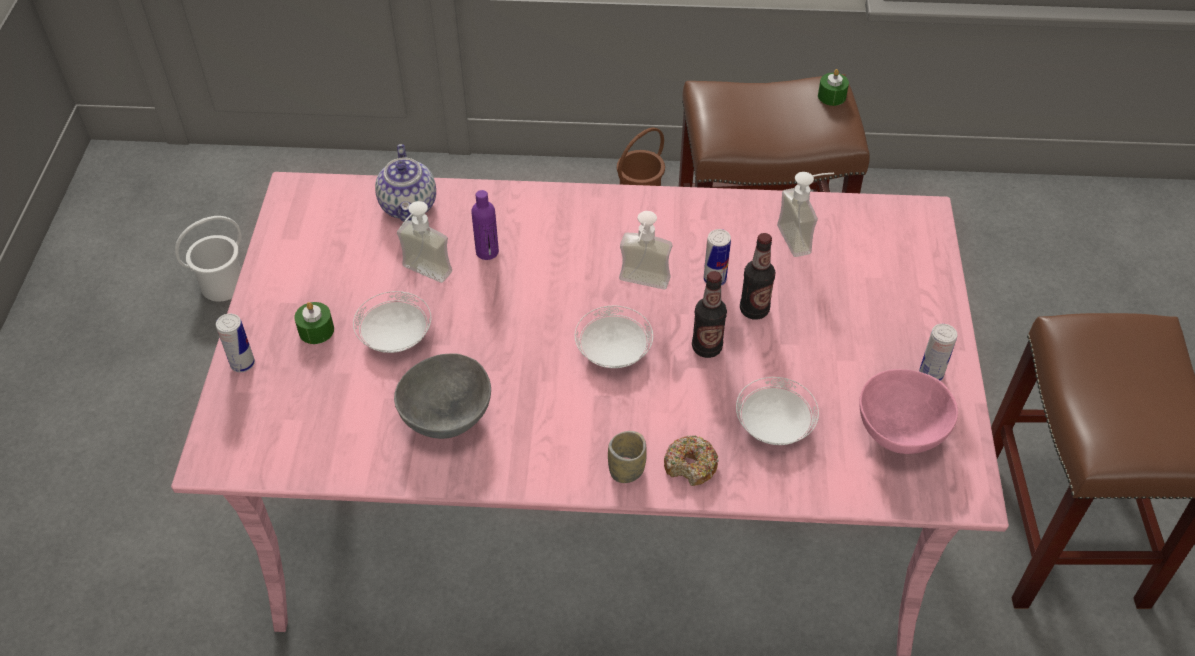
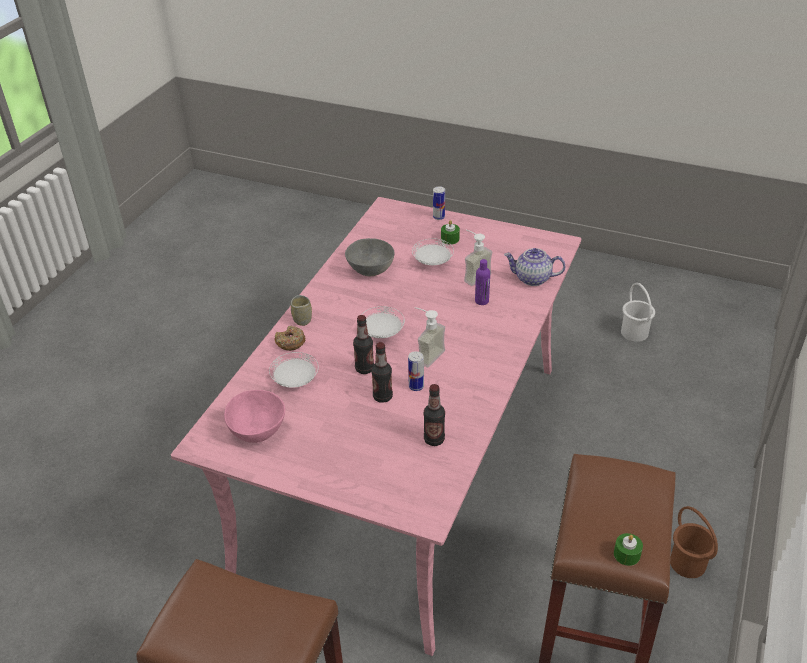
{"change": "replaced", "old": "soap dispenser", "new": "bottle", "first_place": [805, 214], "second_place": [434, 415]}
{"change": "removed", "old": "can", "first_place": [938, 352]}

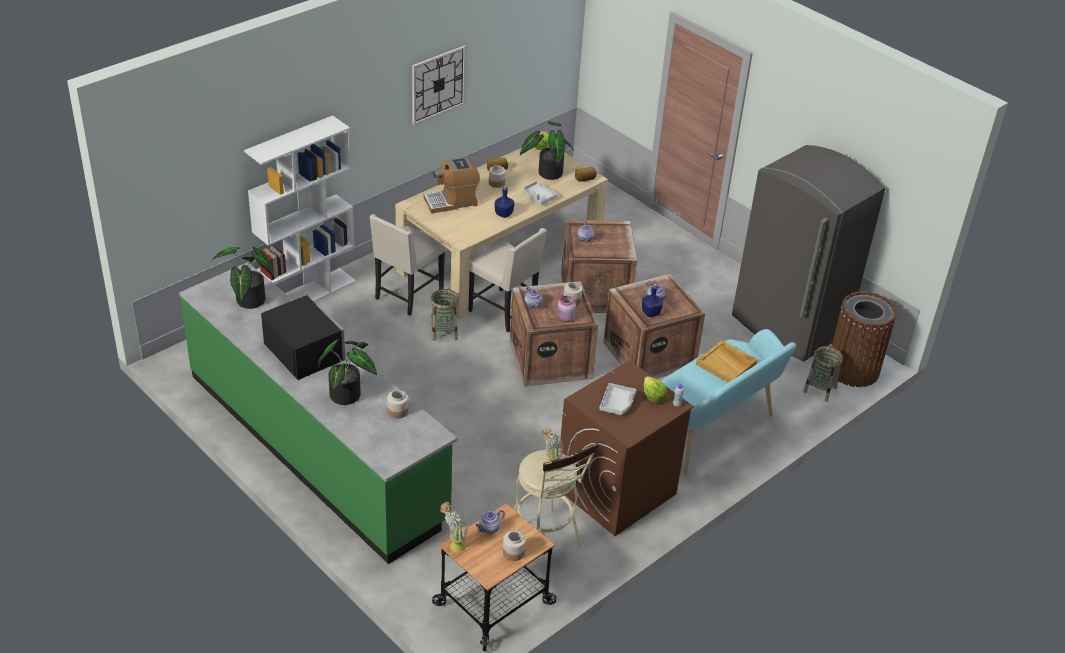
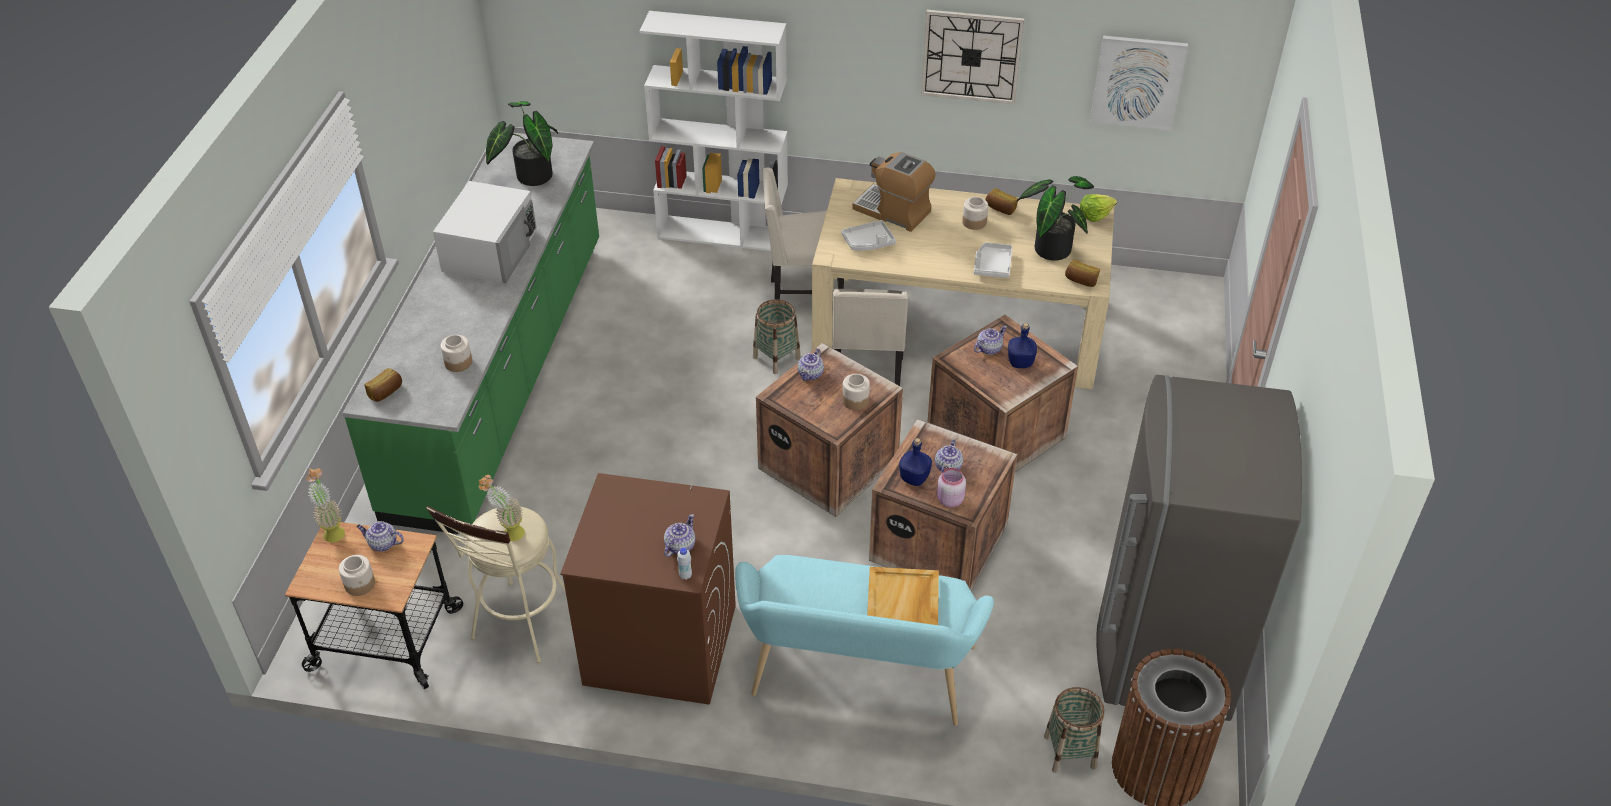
{"change": "recoloured", "old": "microwave/black", "new": "microwave/white", "first_place": [303, 337], "second_place": [484, 232]}
{"change": "removed", "old": "potted plant", "first_place": [347, 372]}
{"change": "moved", "old": "bottle/blue", "first_place": [504, 202], "second_place": [1022, 345]}
{"change": "moved", "old": "jar/pink", "first_place": [566, 309], "second_place": [951, 487]}
{"change": "moved", "old": "tray/grey", "first_place": [617, 399], "second_place": [868, 235]}
{"change": "replaced", "old": "lettuce", "new": "teapot", "first_place": [655, 389], "second_place": [680, 535]}
{"change": "added", "new": "bread", "second_place": [383, 385]}
{"change": "added", "new": "picture", "second_place": [1139, 83]}

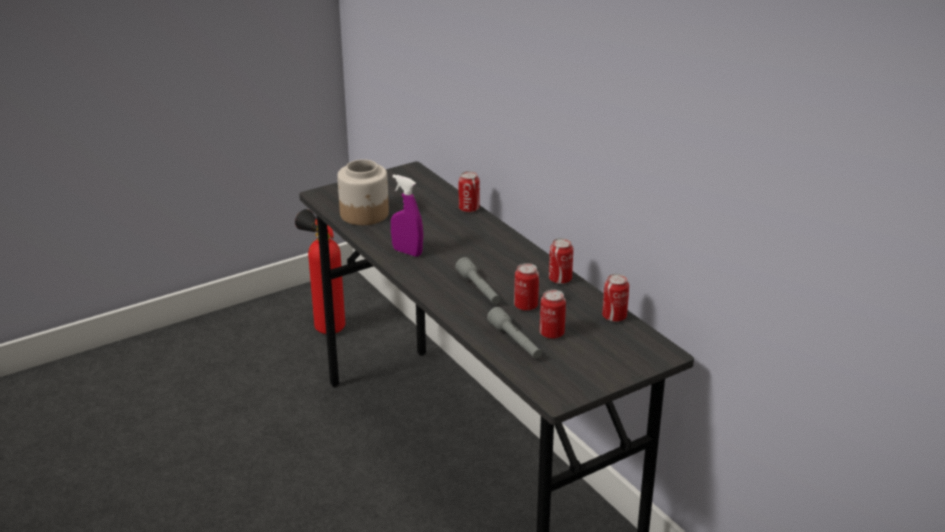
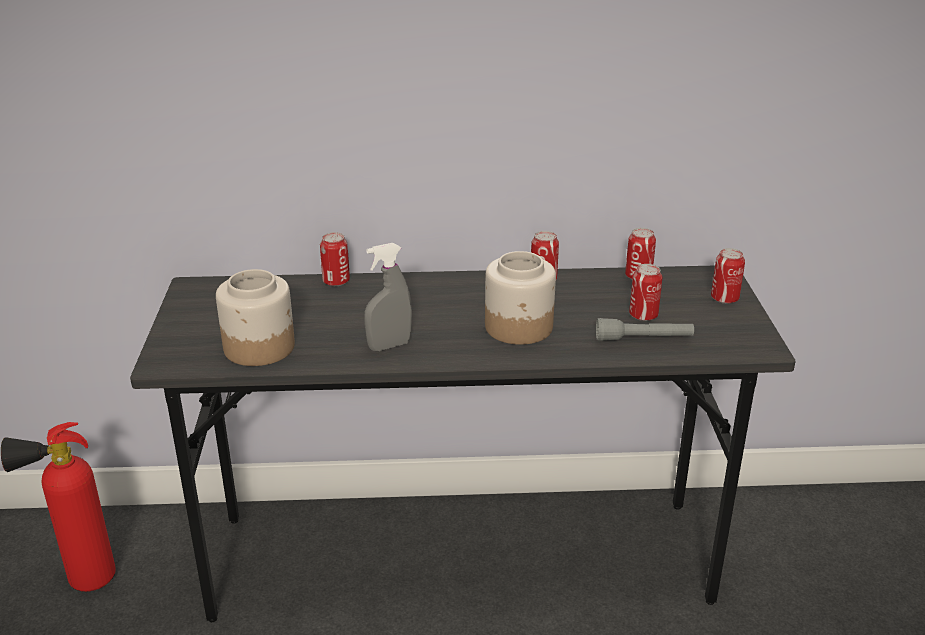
{"change": "recoloured", "old": "spray bottle/purple", "new": "spray bottle/grey", "first_place": [407, 216], "second_place": [388, 297]}
{"change": "replaced", "old": "flashlight/grey", "new": "jar", "first_place": [477, 280], "second_place": [520, 298]}
{"change": "moved", "old": "can", "first_place": [526, 287], "second_place": [728, 276]}

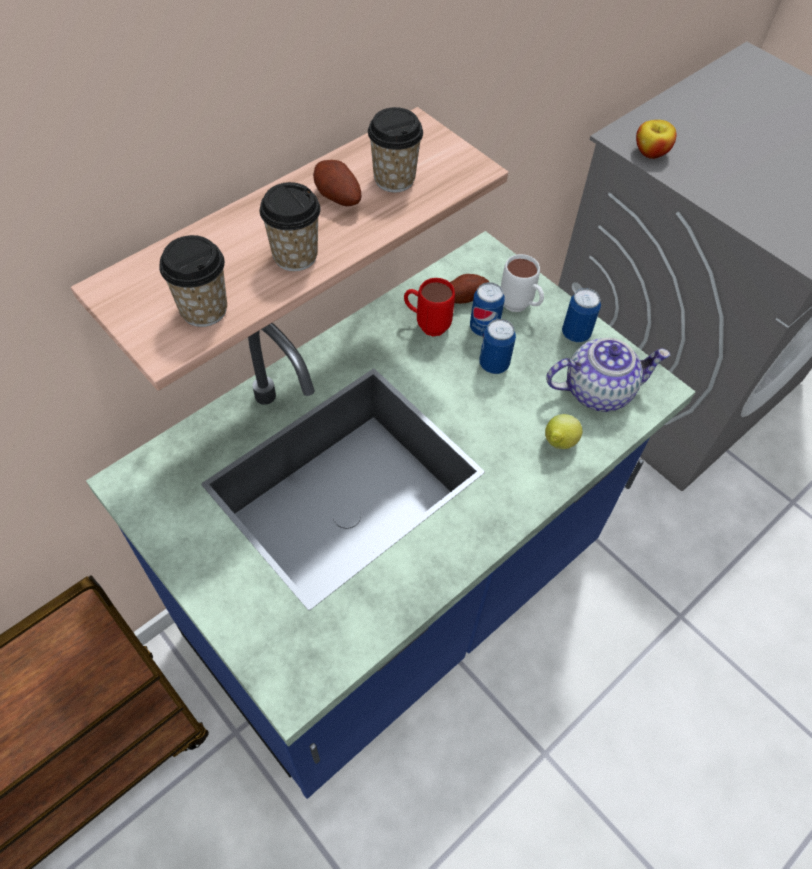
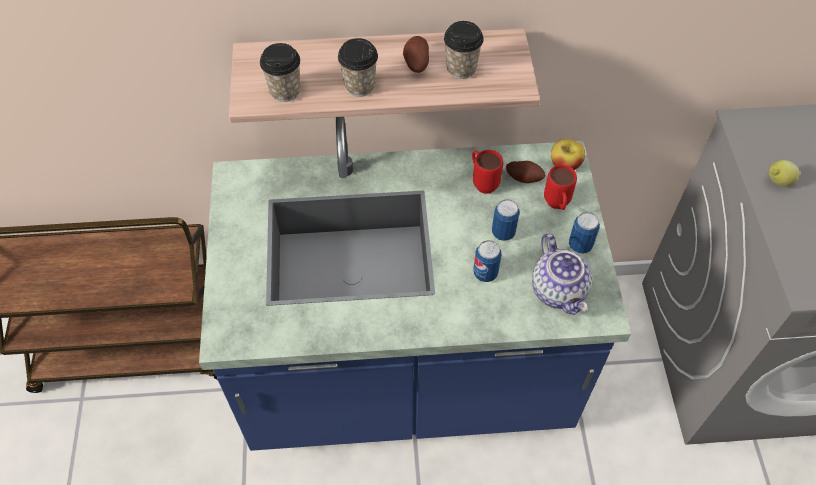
{"change": "moved", "old": "can", "first_place": [487, 309], "second_place": [487, 261]}
{"change": "recoloured", "old": "mug/white", "new": "mug/red", "first_place": [522, 283], "second_place": [560, 187]}
{"change": "moved", "old": "lemon", "first_place": [564, 431], "second_place": [784, 173]}
{"change": "turned", "old": "teapot", "first_place": [608, 375], "second_place": [562, 274], "degrees": 45}
{"change": "moved", "old": "apple", "first_place": [656, 139], "second_place": [568, 154]}

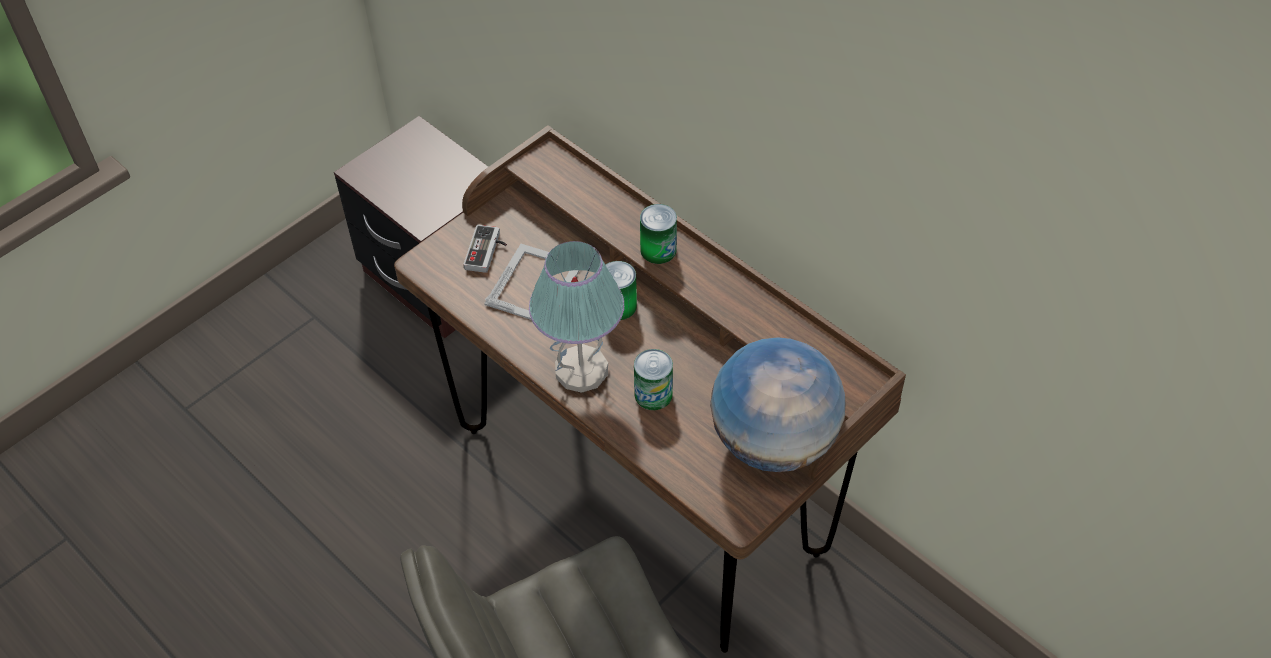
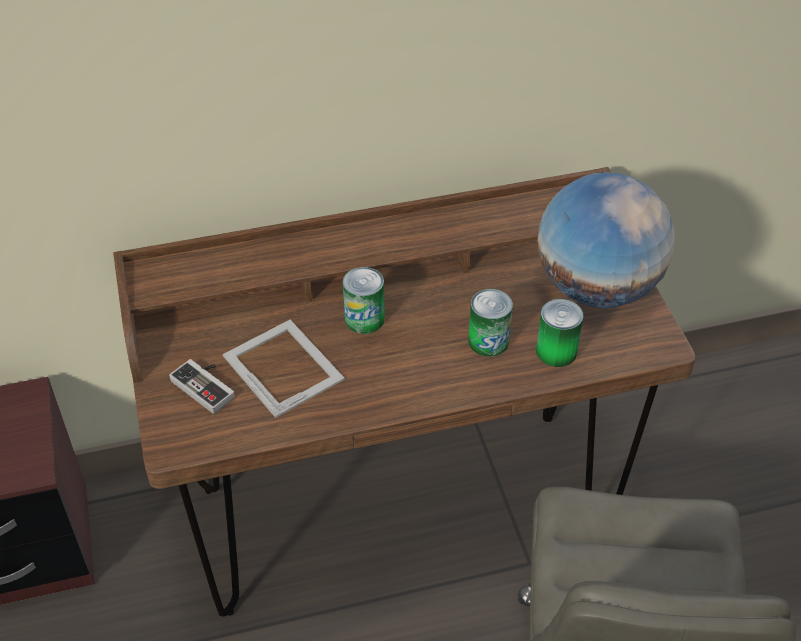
{"change": "removed", "old": "table lamp", "first_place": [576, 317]}
{"change": "moved", "old": "can", "first_place": [658, 234], "second_place": [560, 333]}

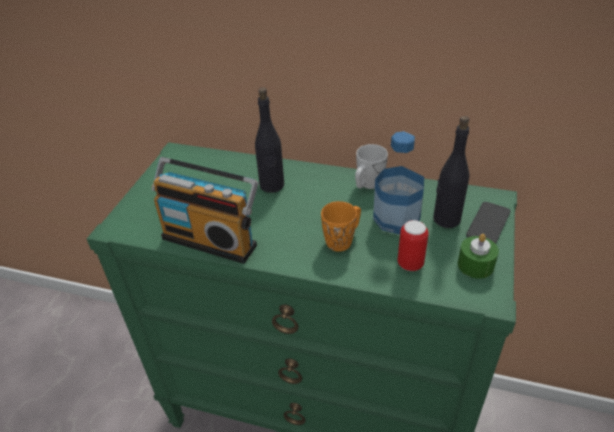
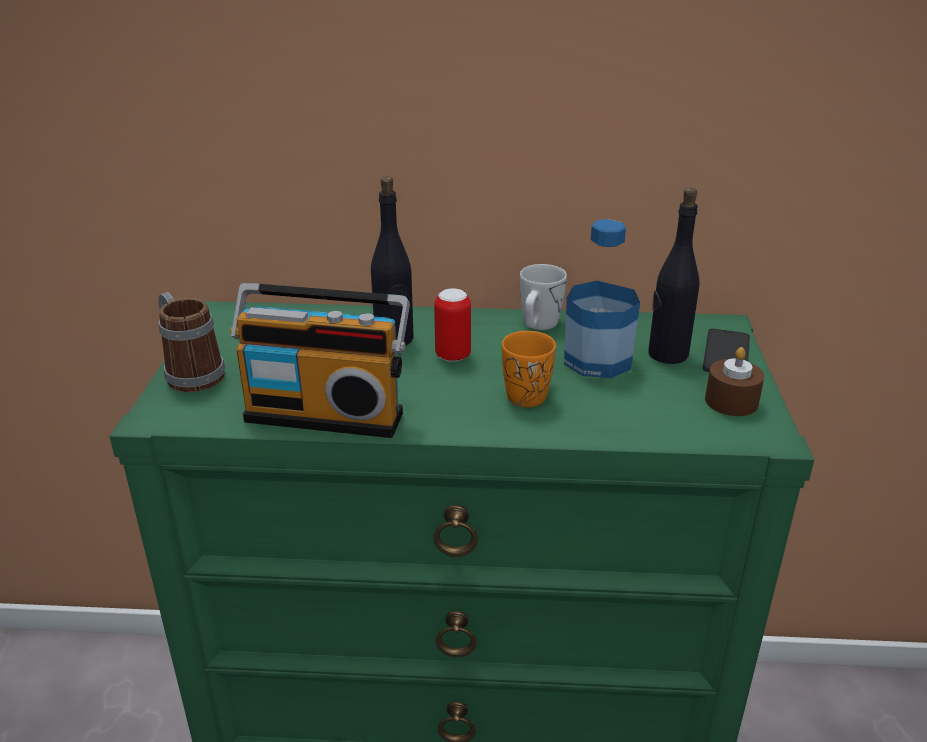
{"change": "moved", "old": "can", "first_place": [413, 245], "second_place": [452, 325]}
{"change": "recoloured", "old": "candle/green", "new": "candle/brown", "first_place": [478, 256], "second_place": [734, 381]}
{"change": "added", "new": "mug", "second_place": [191, 342]}

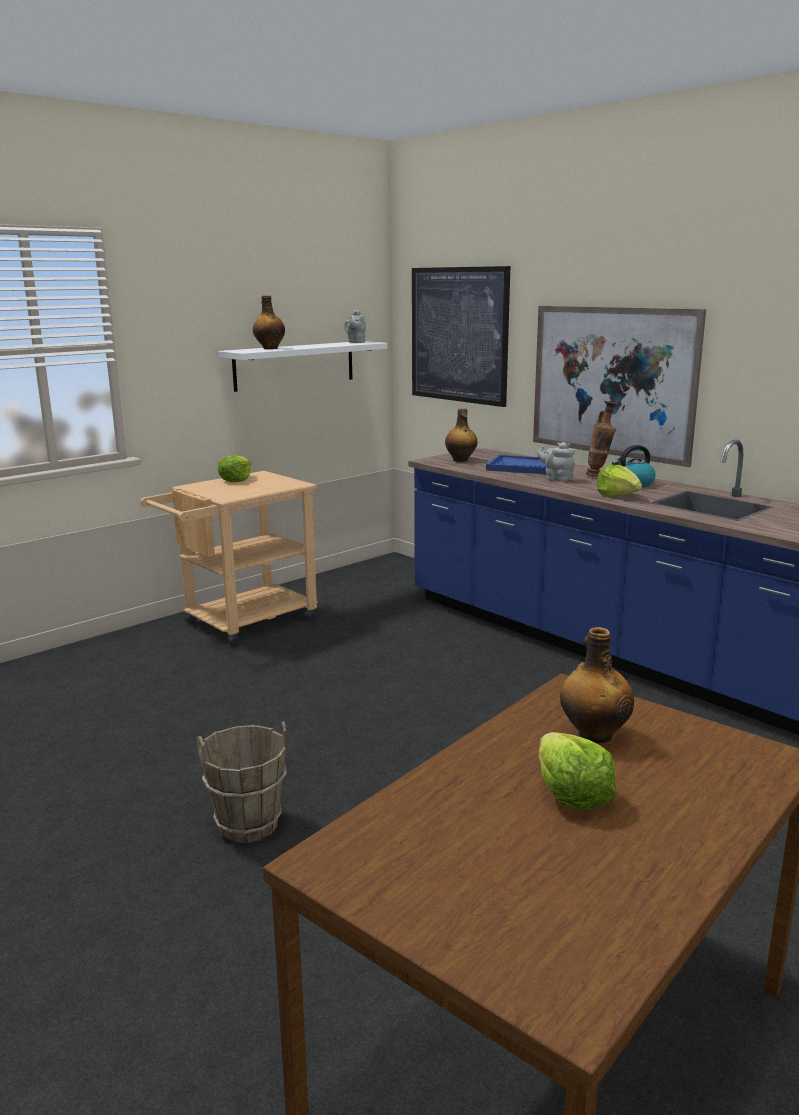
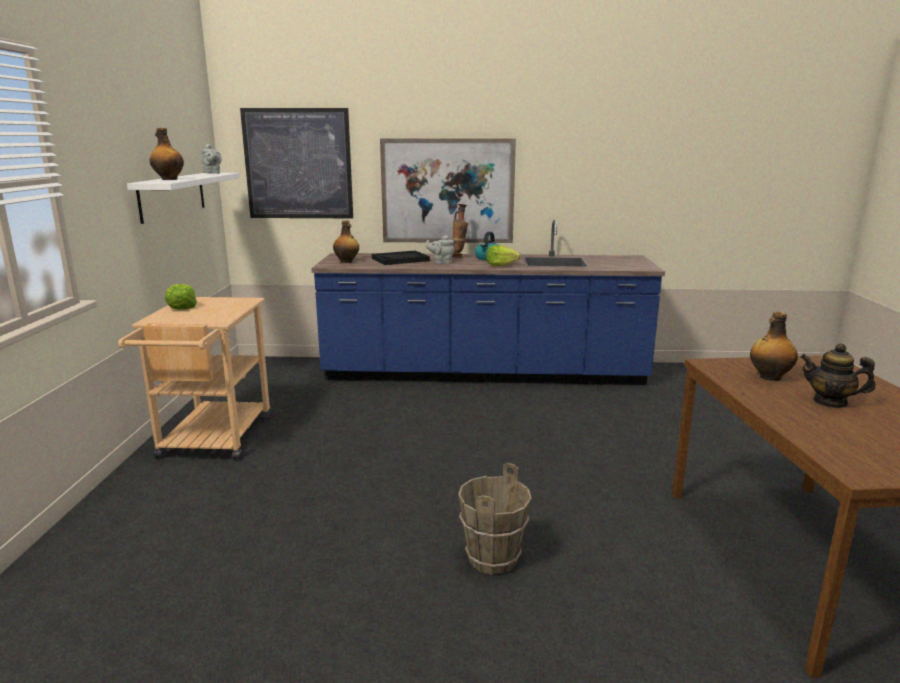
{"change": "recoloured", "old": "tray/blue", "new": "tray/black", "first_place": [516, 464], "second_place": [401, 257]}
{"change": "replaced", "old": "lettuce", "new": "teapot", "first_place": [577, 771], "second_place": [838, 375]}

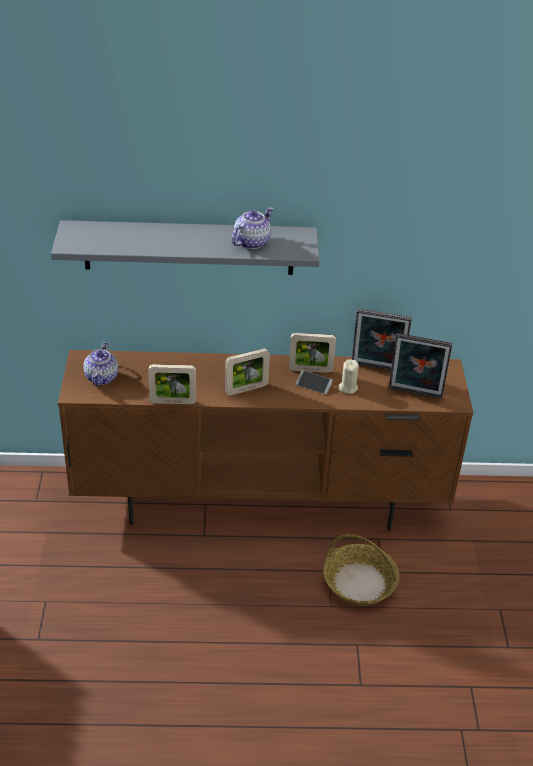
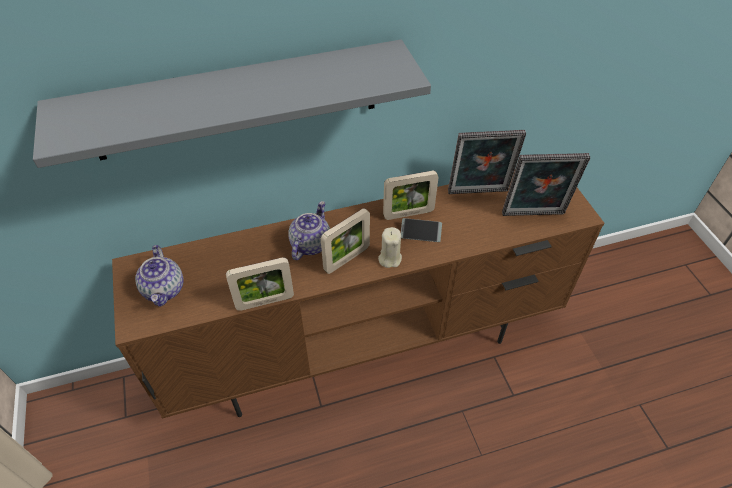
{"change": "moved", "old": "teapot", "first_place": [252, 228], "second_place": [309, 230]}
{"change": "removed", "old": "basket", "first_place": [361, 570]}
{"change": "moved", "old": "candle/beige", "first_place": [349, 377], "second_place": [390, 247]}

